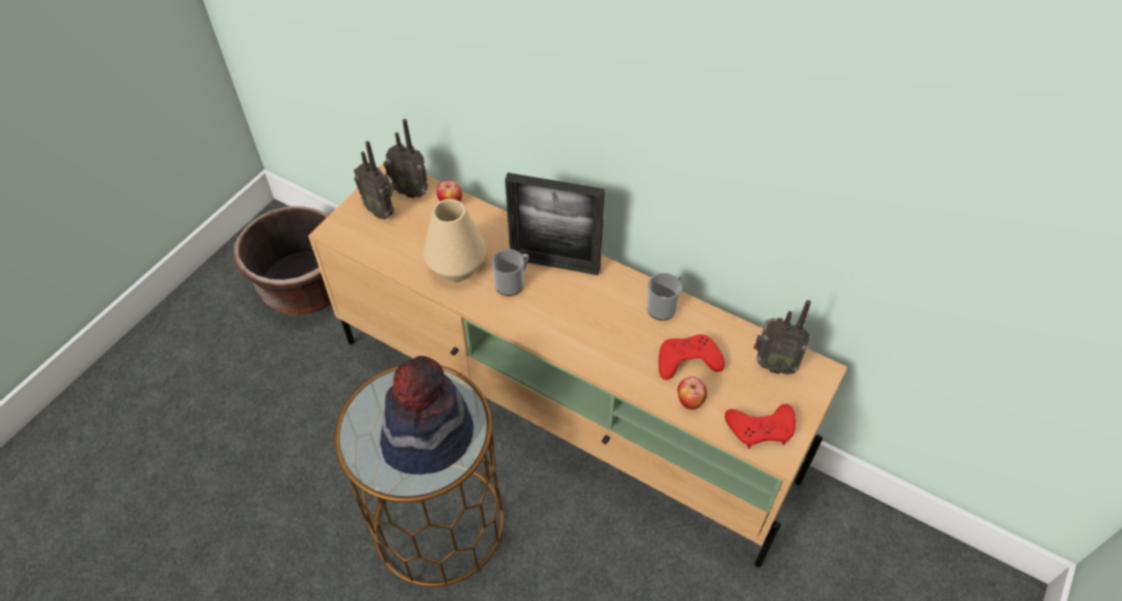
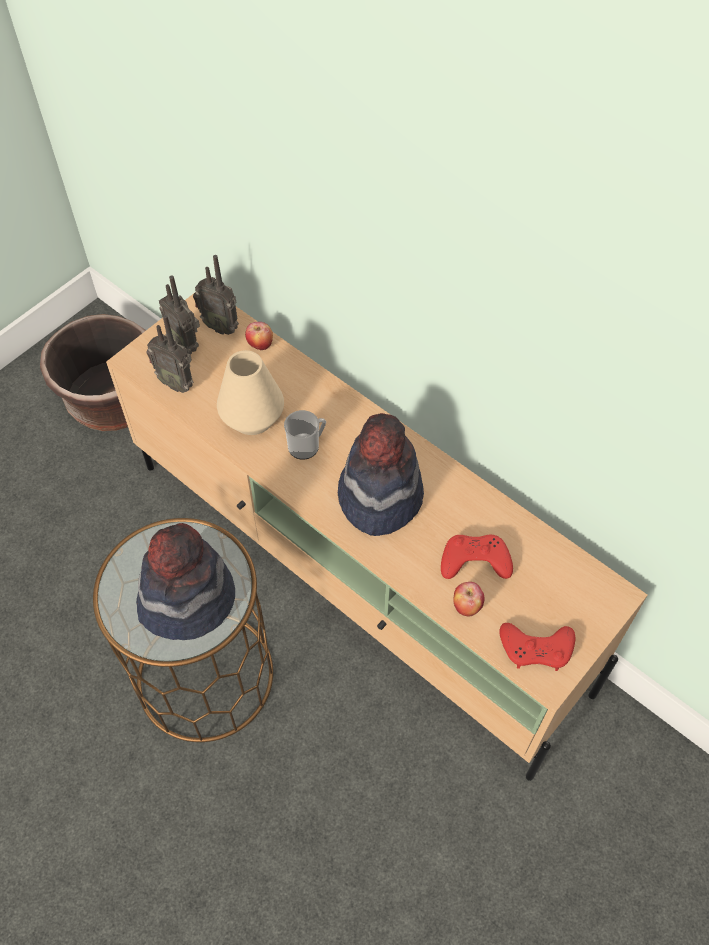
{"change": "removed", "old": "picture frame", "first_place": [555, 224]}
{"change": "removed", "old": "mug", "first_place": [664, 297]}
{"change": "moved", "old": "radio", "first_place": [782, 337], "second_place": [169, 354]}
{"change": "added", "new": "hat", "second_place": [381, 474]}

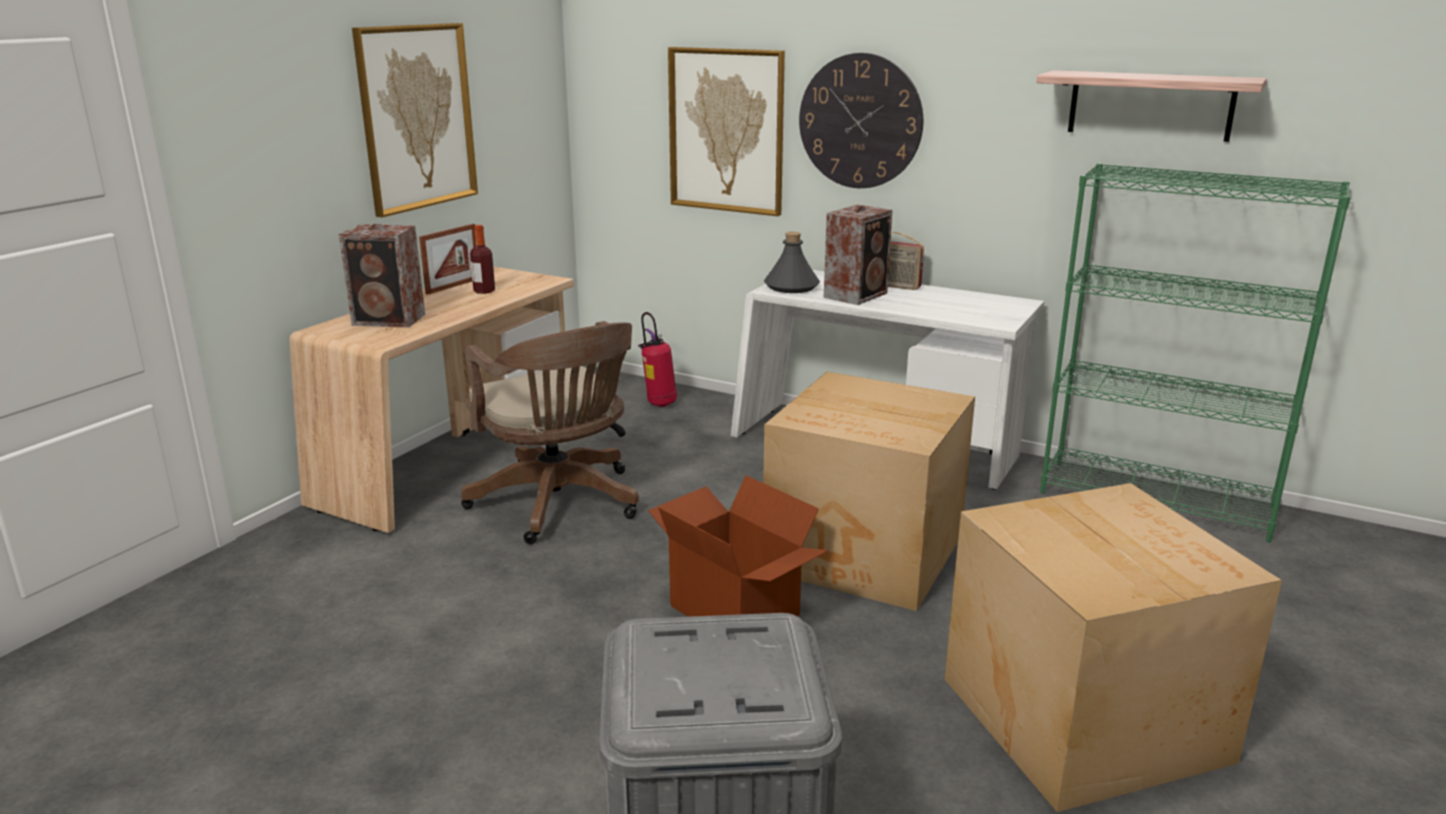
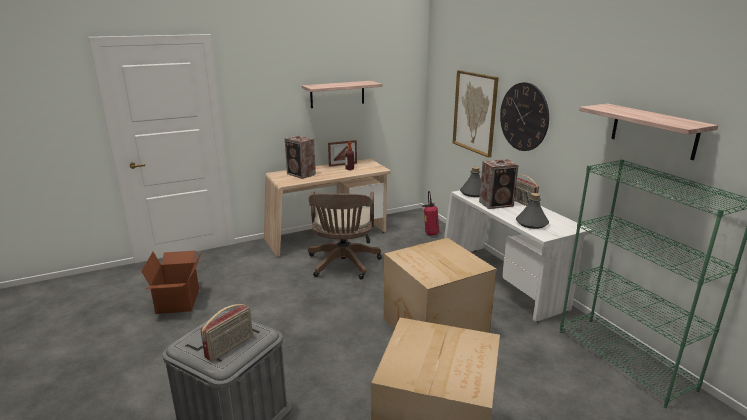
{"change": "replaced", "old": "picture", "new": "shelf", "first_place": [415, 120], "second_place": [342, 94]}
{"change": "moved", "old": "cardboard box", "first_place": [738, 546], "second_place": [172, 282]}
{"change": "added", "new": "radio", "second_place": [226, 333]}
{"change": "added", "new": "bottle/grey", "second_place": [532, 211]}

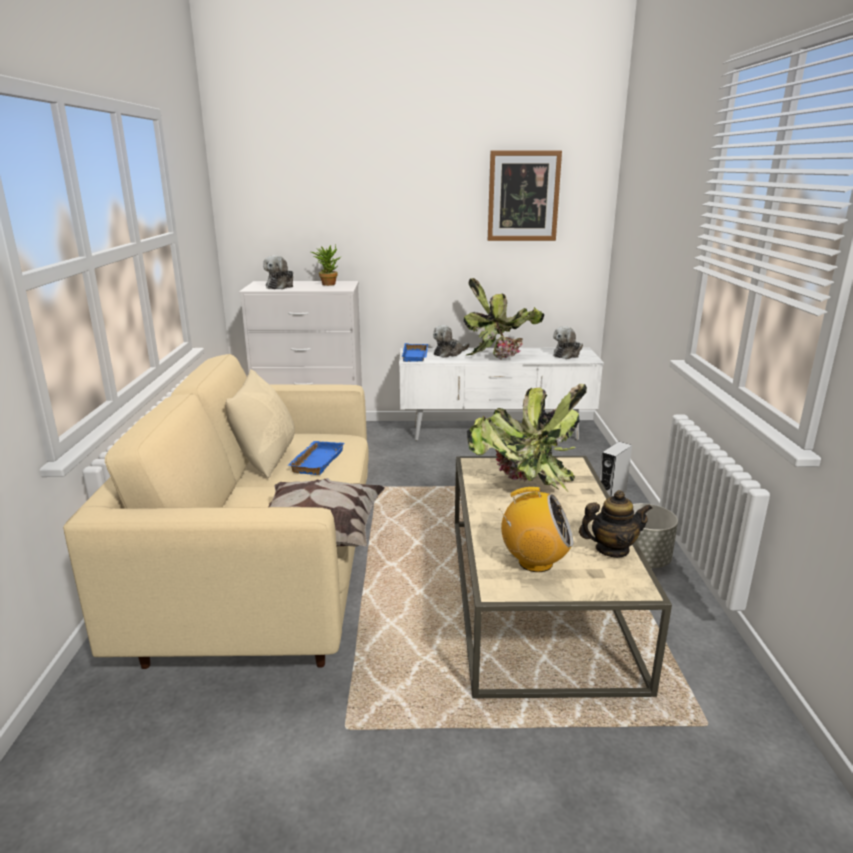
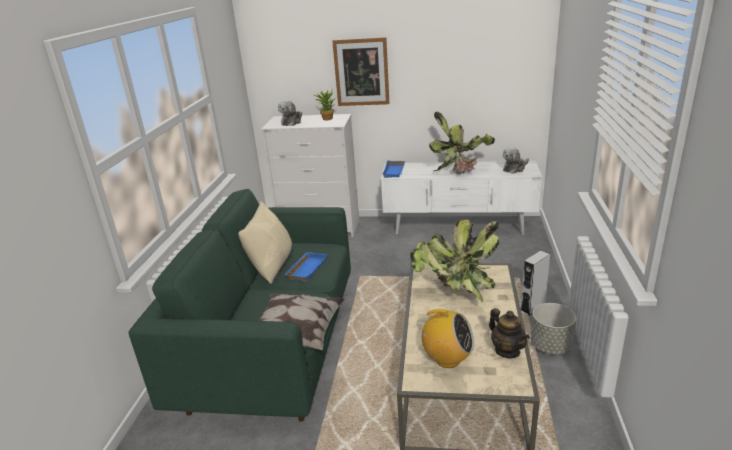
{"change": "recoloured", "old": "sofa/beige", "new": "sofa/green", "first_place": [216, 511], "second_place": [239, 305]}
{"change": "removed", "old": "plush toy", "first_place": [451, 341]}
{"change": "moved", "old": "picture", "first_place": [525, 195], "second_place": [361, 71]}
{"change": "turned", "old": "teapot", "first_place": [615, 524], "second_place": [509, 333], "degrees": 60}

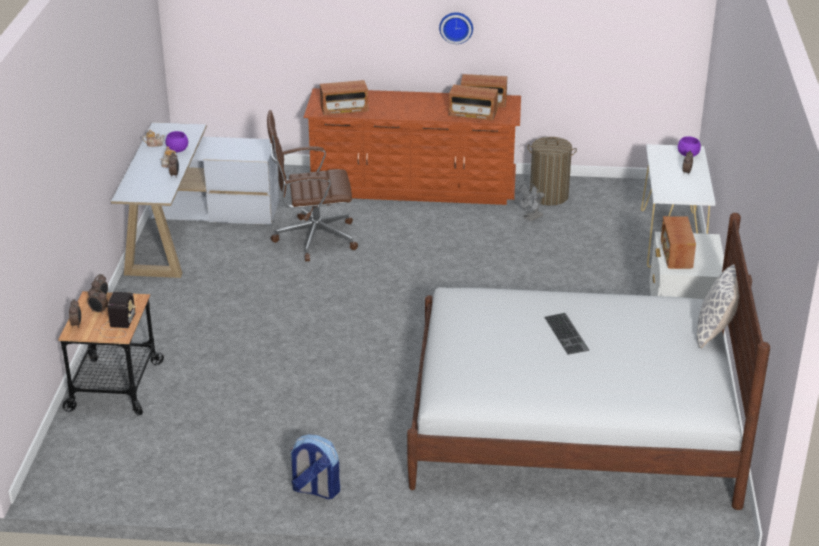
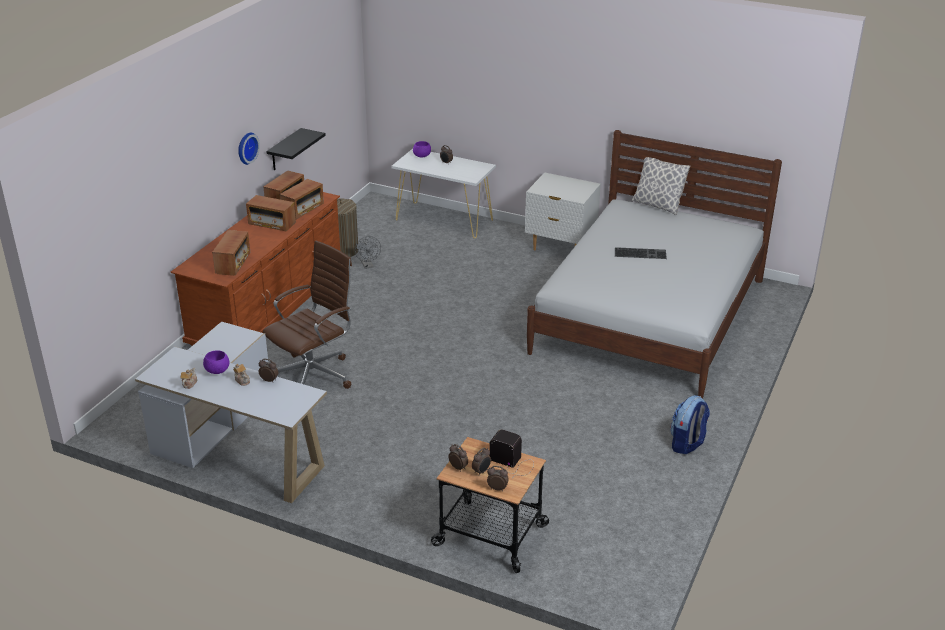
{"change": "turned", "old": "office chair/brown", "first_place": [312, 185], "second_place": [307, 314], "degrees": -150}
{"change": "moved", "old": "radio", "first_place": [678, 242], "second_place": [271, 213]}
{"change": "added", "new": "shelf/black", "second_place": [296, 149]}

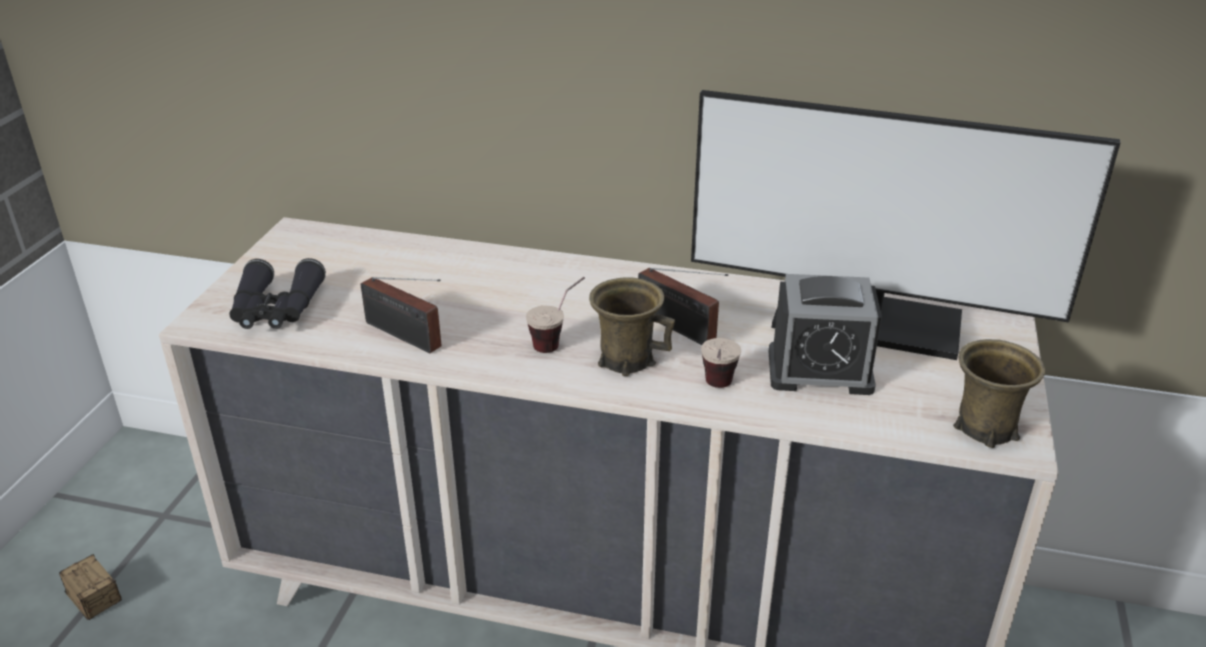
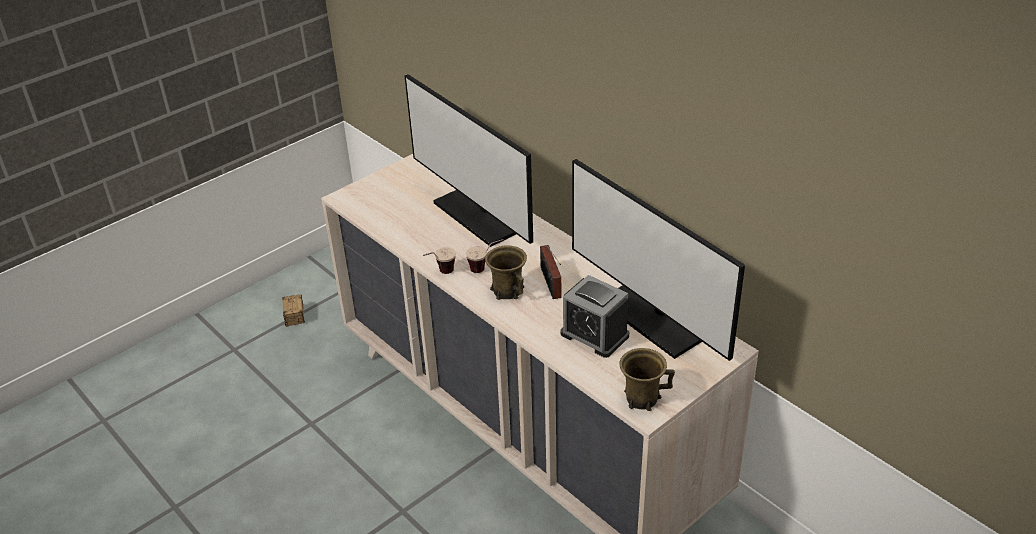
{"change": "removed", "old": "binoculars/black", "first_place": [277, 293]}
{"change": "removed", "old": "radio", "first_place": [401, 315]}
{"change": "moved", "old": "cup", "first_place": [721, 363], "second_place": [439, 260]}
{"change": "added", "new": "monitor", "second_place": [468, 160]}

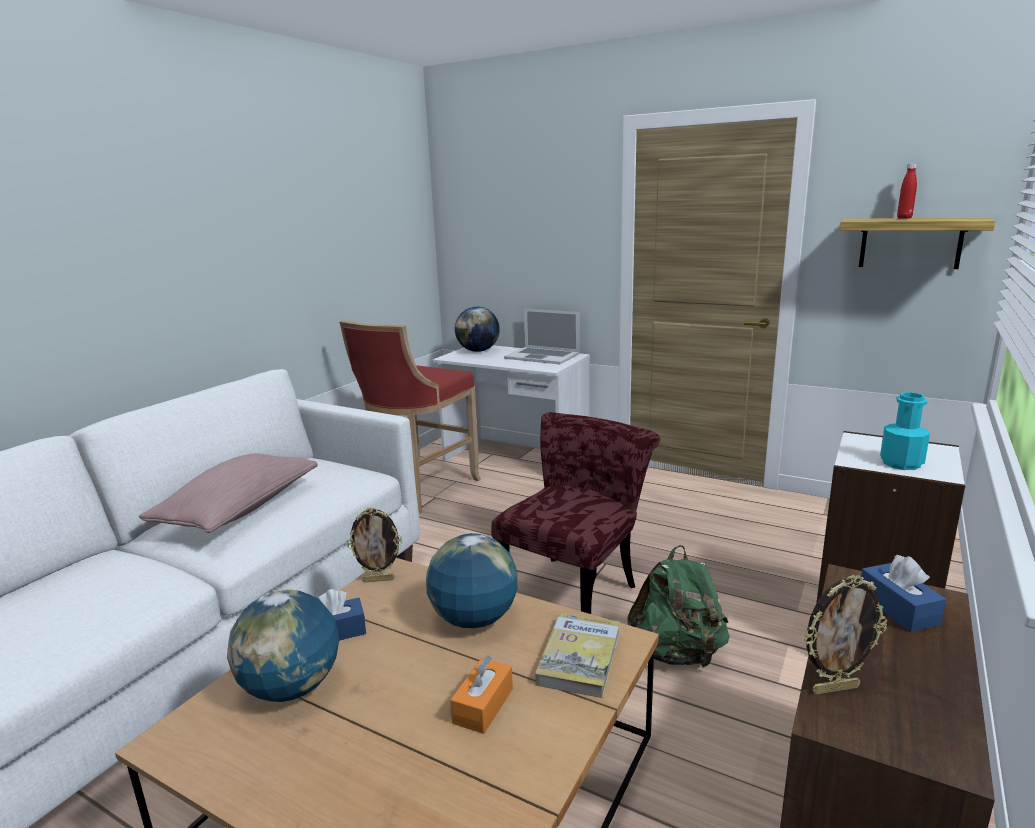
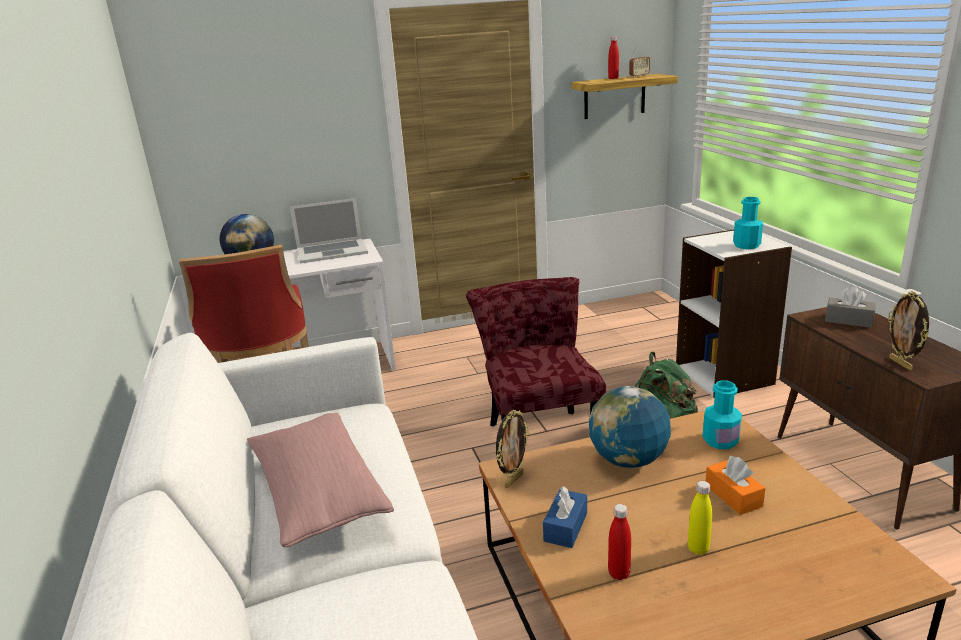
{"change": "replaced", "old": "globe", "new": "bottle/red", "first_place": [283, 646], "second_place": [619, 542]}
{"change": "replaced", "old": "book", "new": "bottle/turquoise", "first_place": [577, 655], "second_place": [722, 414]}
{"change": "turned", "old": "picture frame", "first_place": [845, 635], "second_place": [908, 330], "degrees": 135}
{"change": "recoloured", "old": "tissue box/blue", "new": "tissue box/grey", "first_place": [903, 593], "second_place": [850, 307]}
{"change": "added", "new": "radio", "second_place": [639, 60]}
{"change": "added", "new": "bottle/yellow", "second_place": [700, 518]}

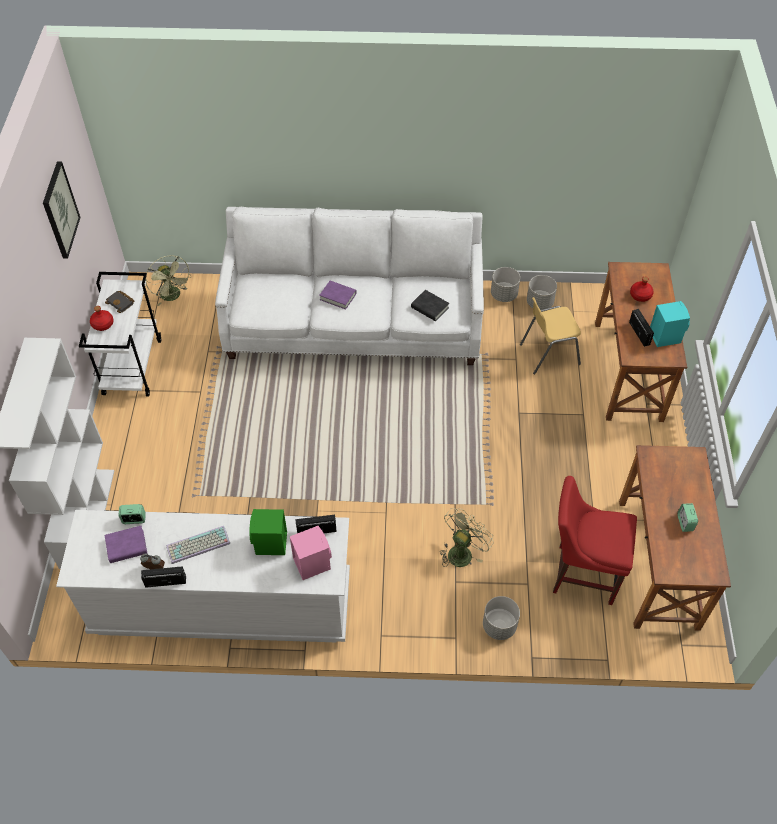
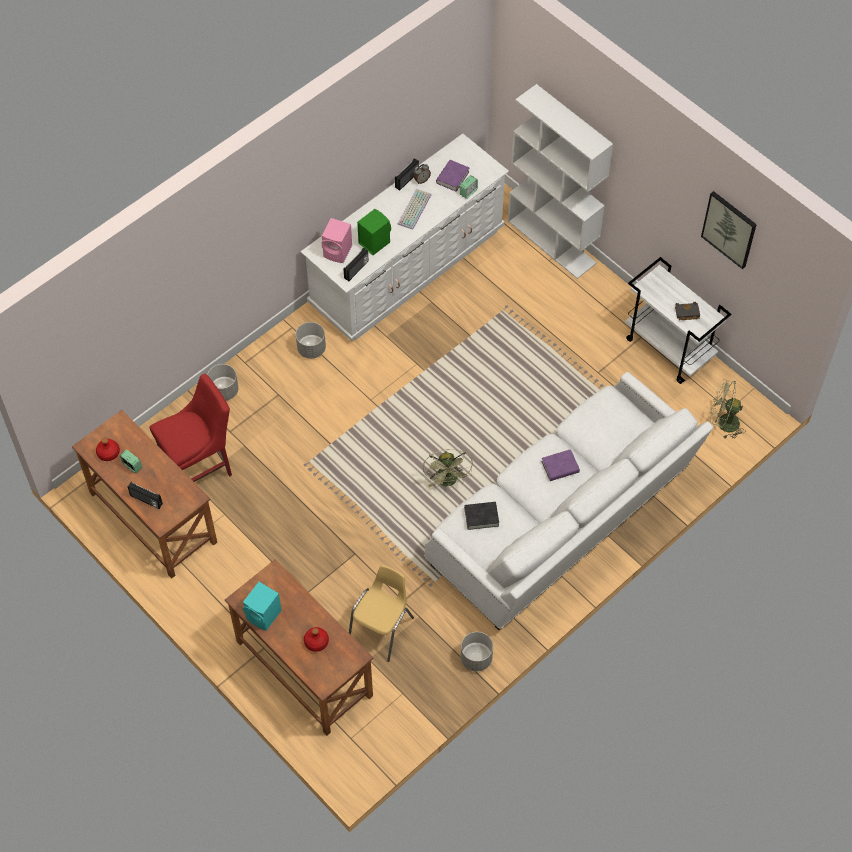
{"change": "moved", "old": "bottle/red", "first_place": [102, 318], "second_place": [108, 449]}
{"change": "moved", "old": "fan/green", "first_place": [467, 537], "second_place": [448, 468]}
{"change": "moved", "old": "planter/grey", "first_place": [542, 292], "second_place": [311, 340]}
{"change": "moved", "old": "radio", "first_place": [641, 328], "second_place": [145, 495]}

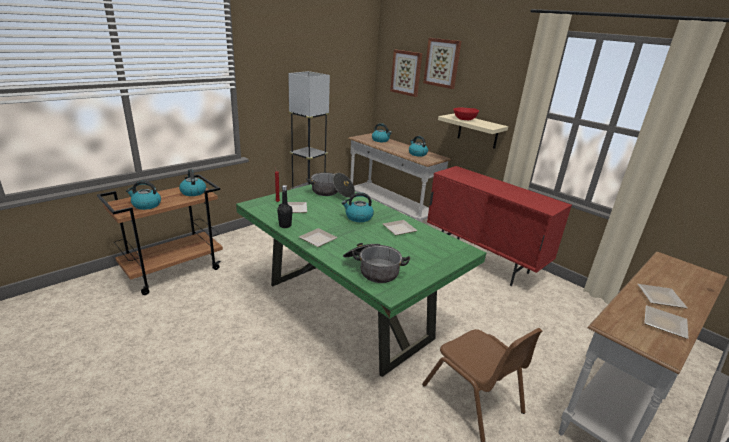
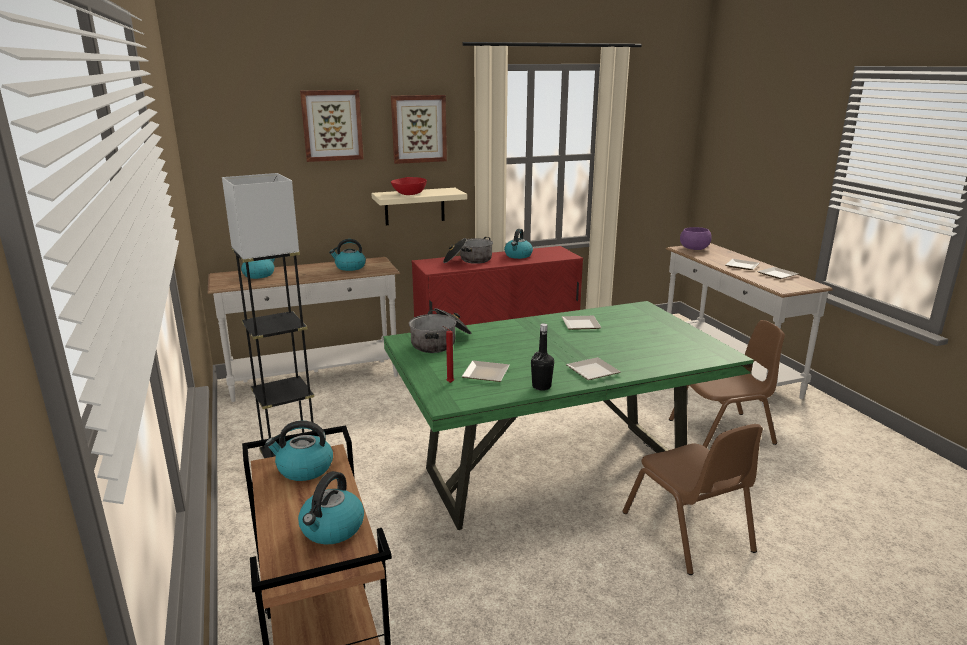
{"change": "moved", "old": "kettle", "first_place": [358, 207], "second_place": [518, 244]}
{"change": "moved", "old": "cooking pot", "first_place": [376, 263], "second_place": [468, 250]}
{"change": "moved", "old": "picture", "first_place": [406, 73], "second_place": [419, 129]}
{"change": "added", "new": "chair/brown", "second_place": [692, 499]}
{"change": "added", "new": "bowl/purple", "second_place": [696, 238]}

